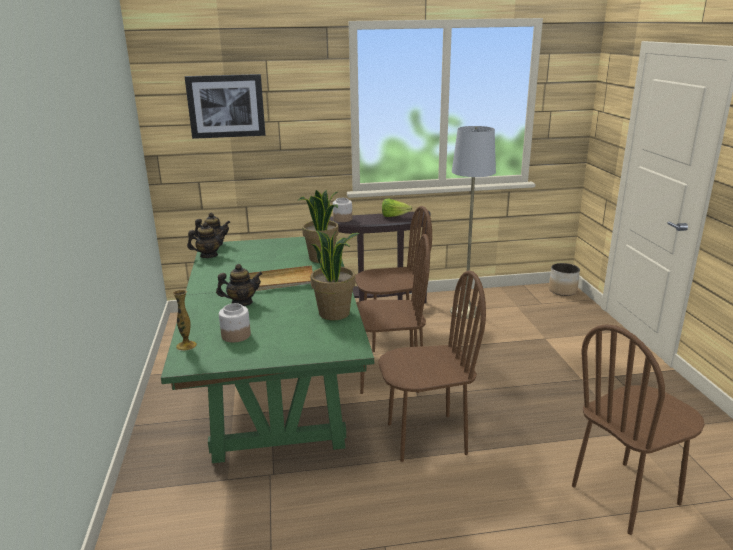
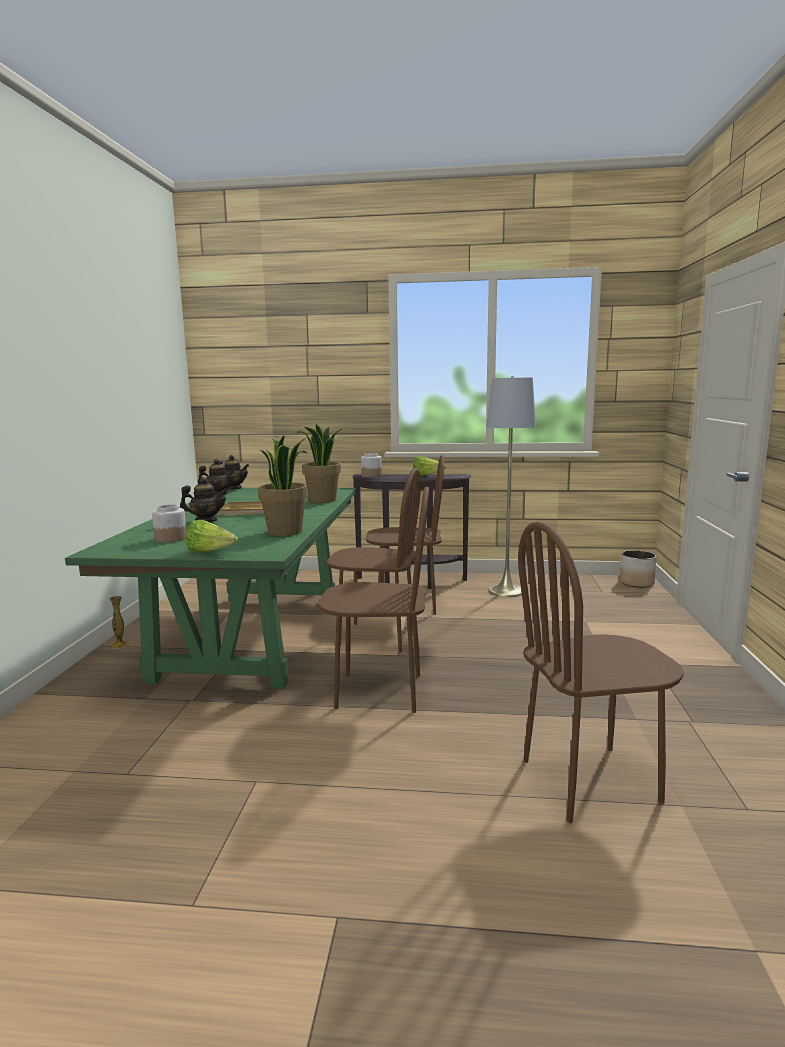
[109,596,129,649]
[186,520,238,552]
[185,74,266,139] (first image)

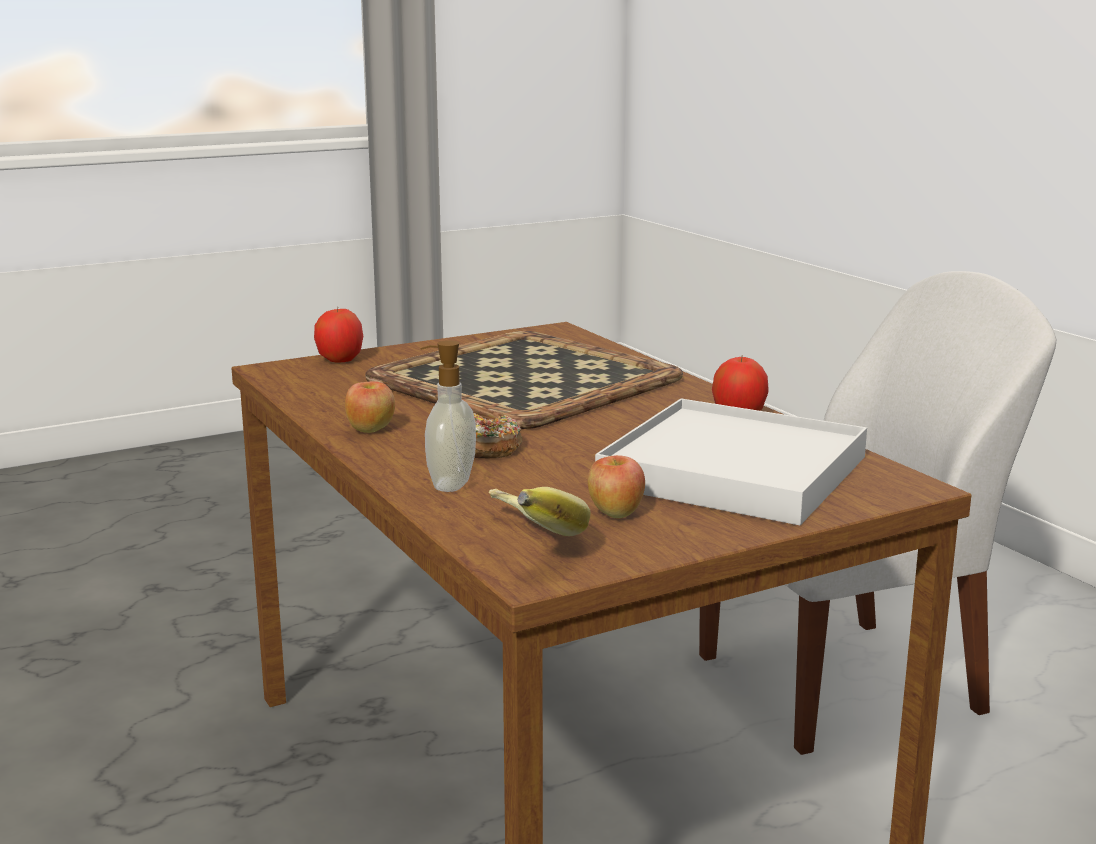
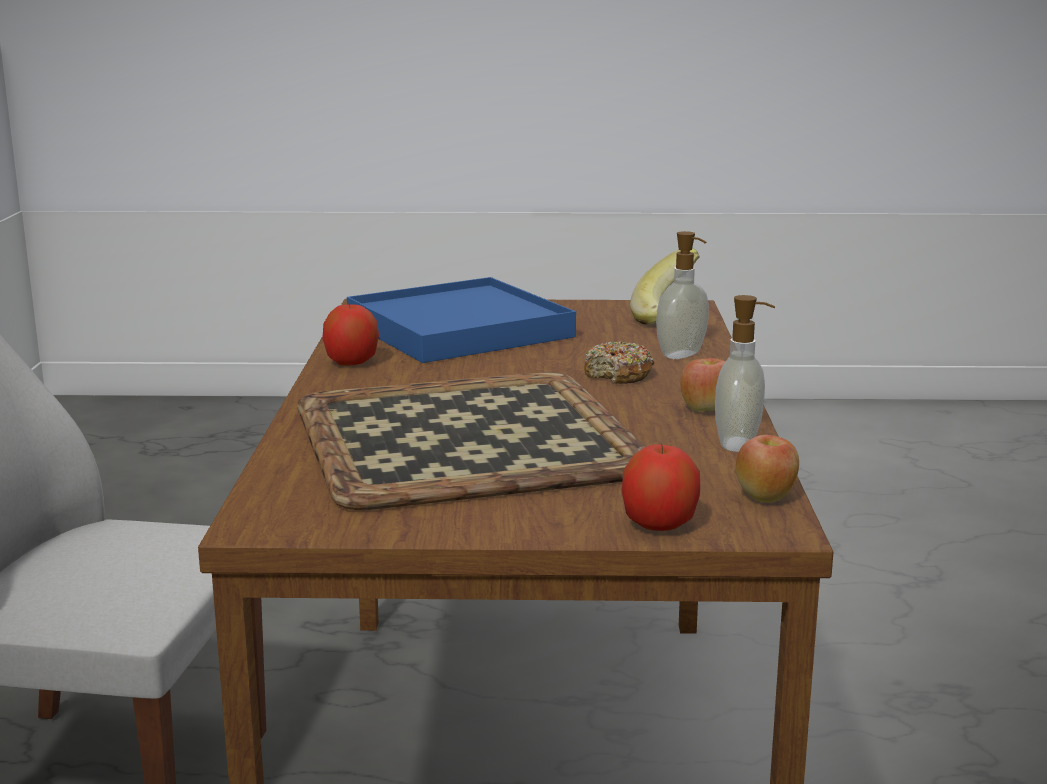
[347,277,576,363]
[715,295,775,452]
[736,435,799,503]

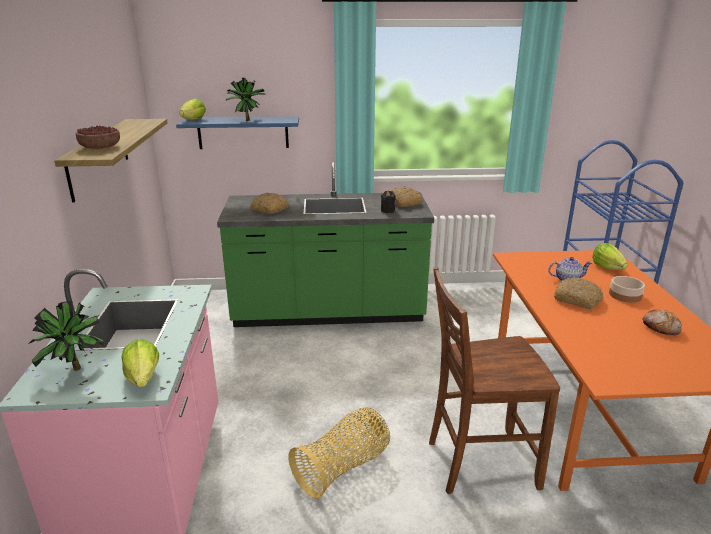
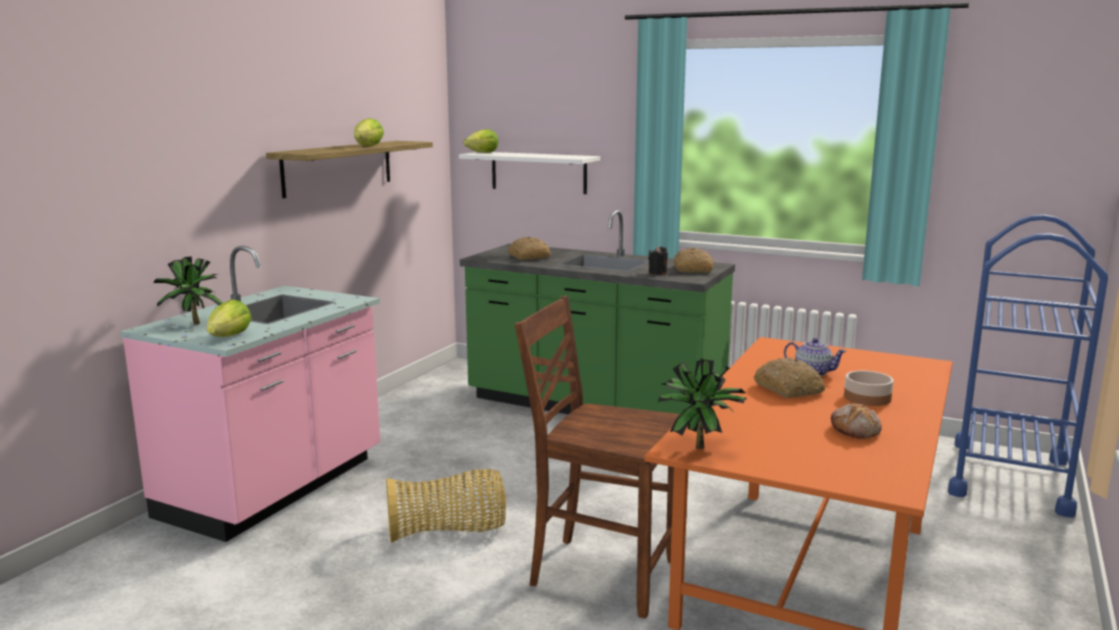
[354,119,384,146]
[459,152,600,194]
[658,358,748,449]
[75,125,120,149] (first image)

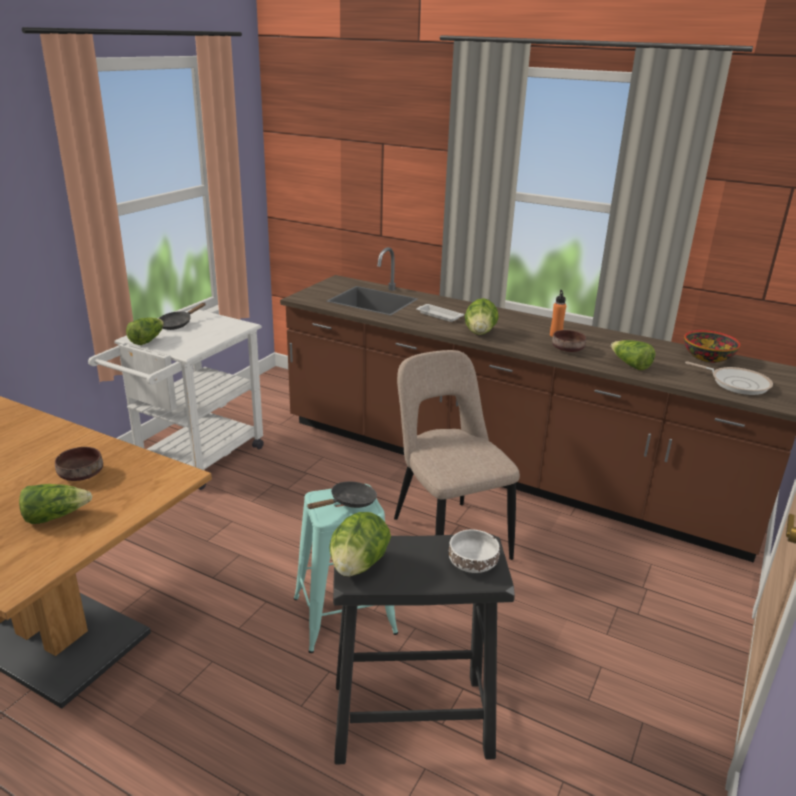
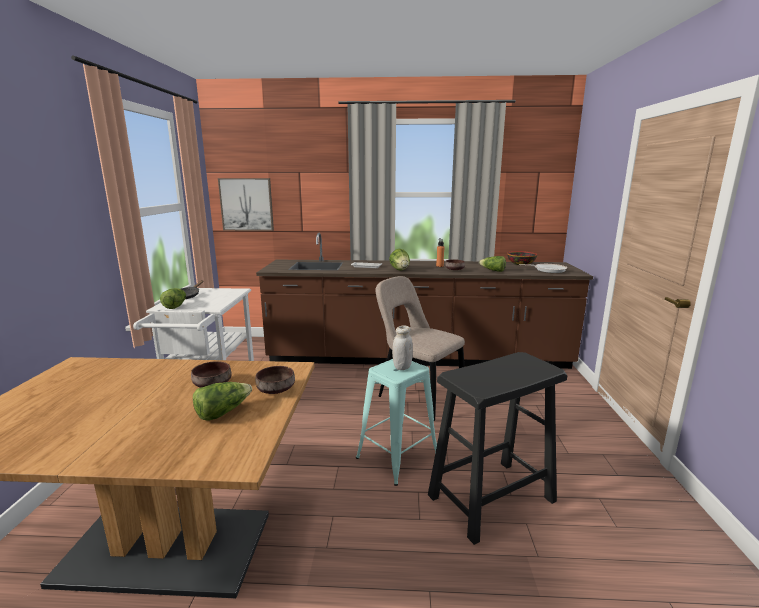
[218,178,274,231]
[255,366,295,394]
[392,326,413,370]
[329,512,391,577] (first image)
[449,530,500,573] (first image)

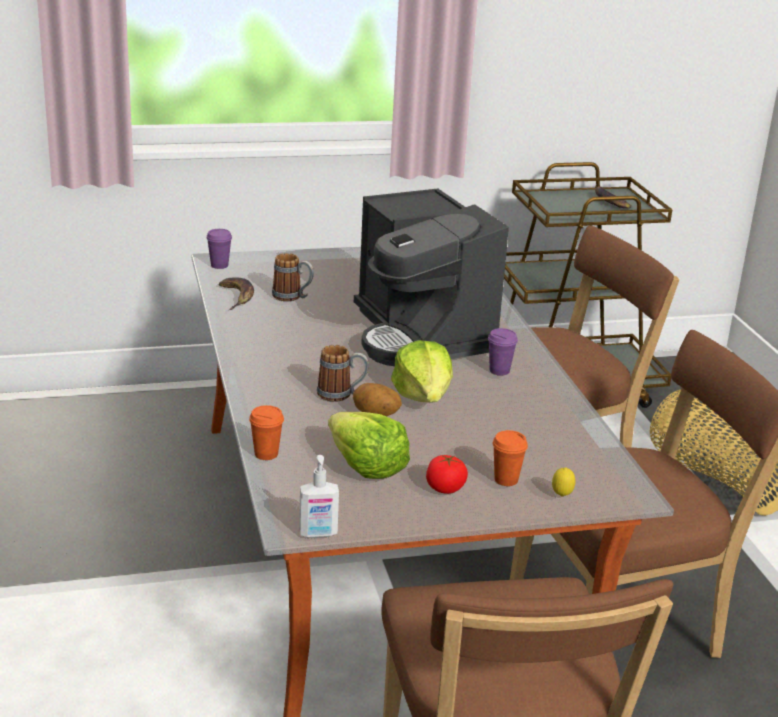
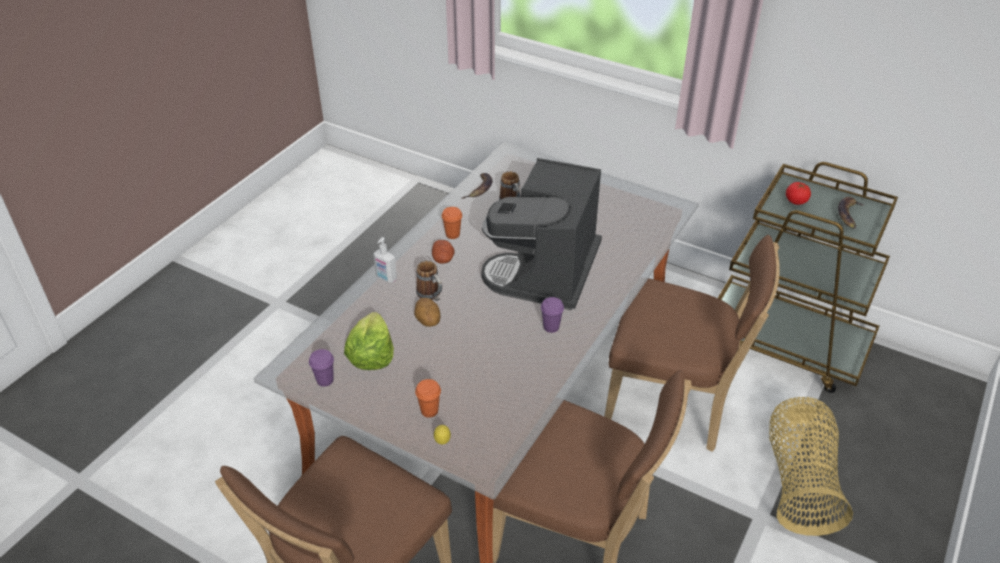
[309,349,334,387]
[373,237,397,283]
[432,240,455,264]
[442,207,462,239]
[786,182,811,205]
[391,340,453,402] (first image)

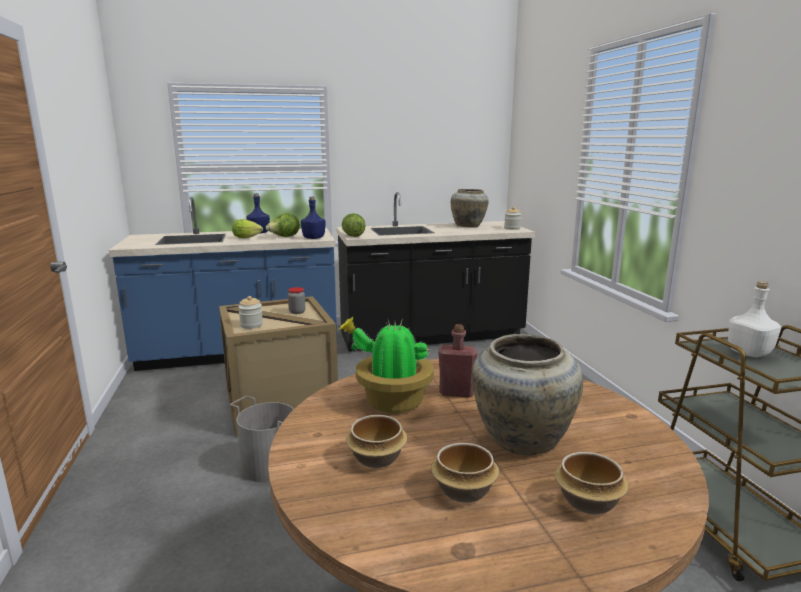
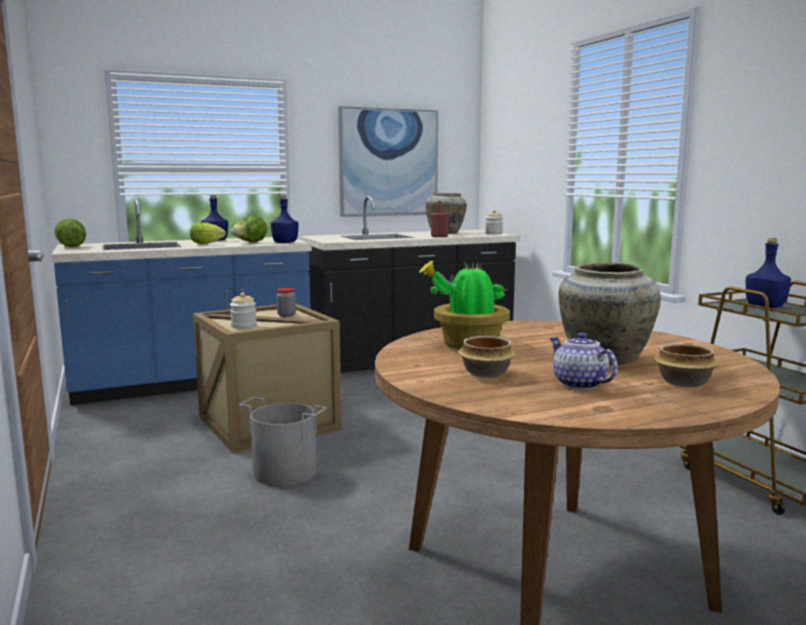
[55,218,86,247]
[338,106,438,217]
[430,201,449,237]
[550,332,618,390]
[746,238,791,308]

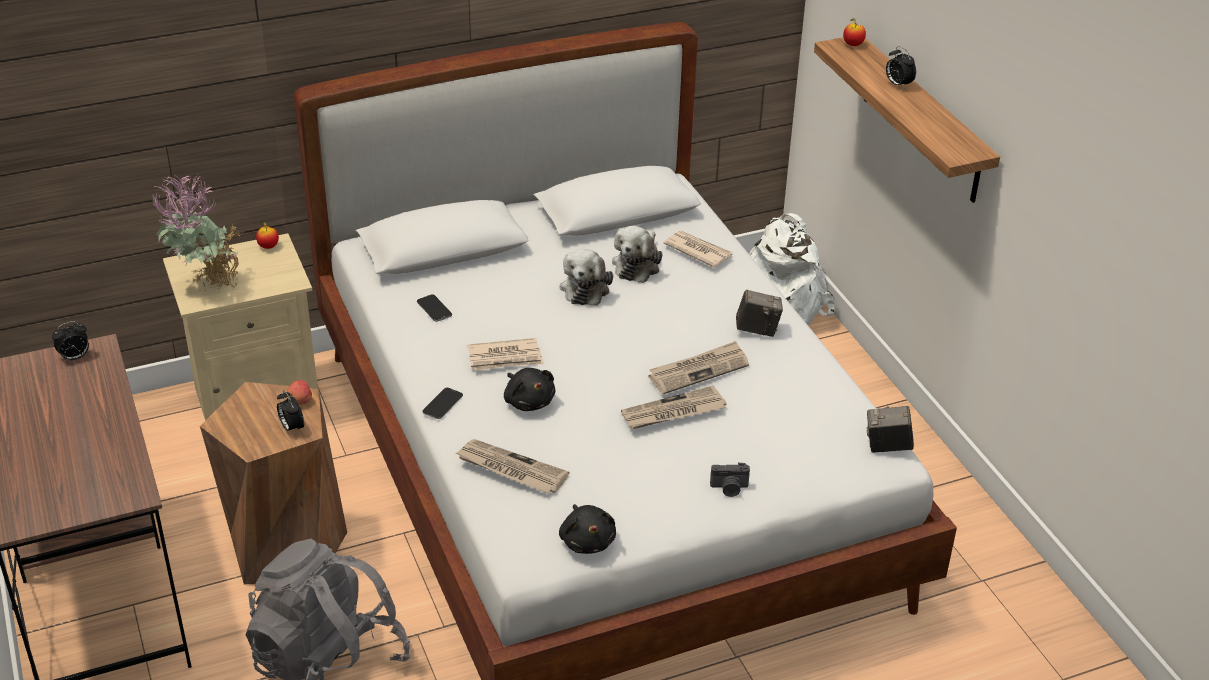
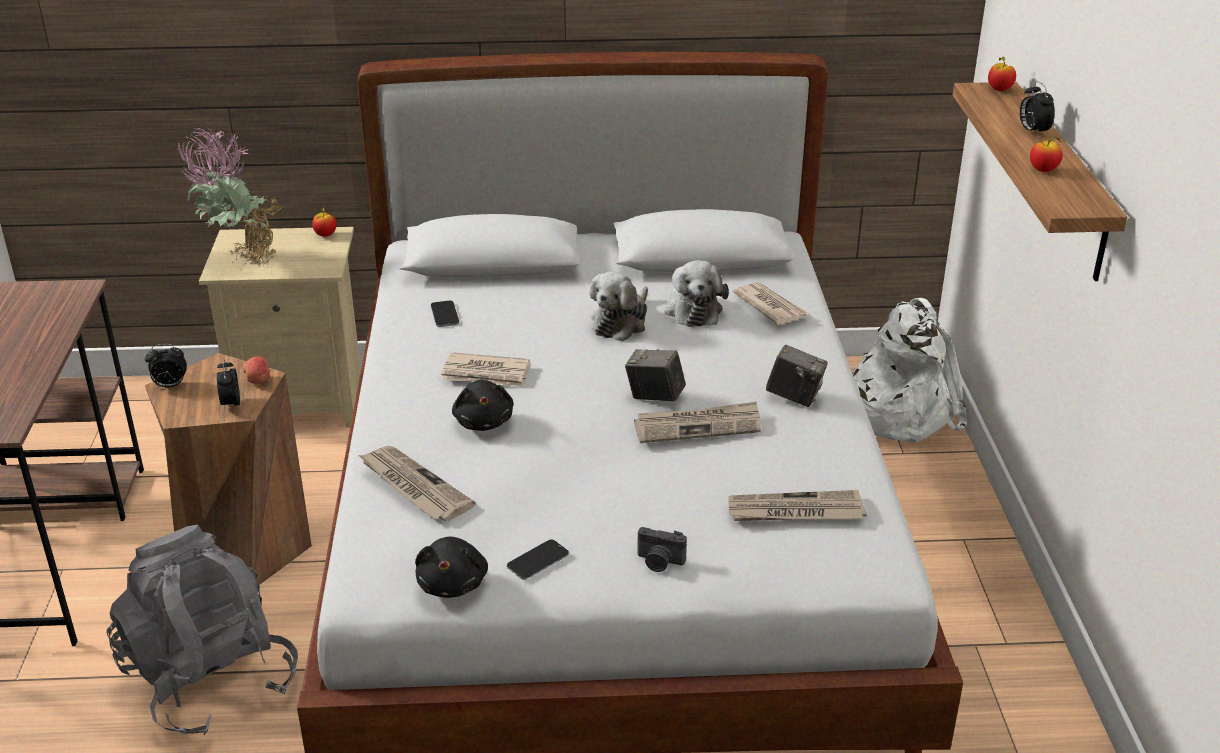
[145,344,187,388]
[507,540,569,580]
[625,349,686,402]
[665,260,729,327]
[728,490,867,521]
[1030,137,1063,172]

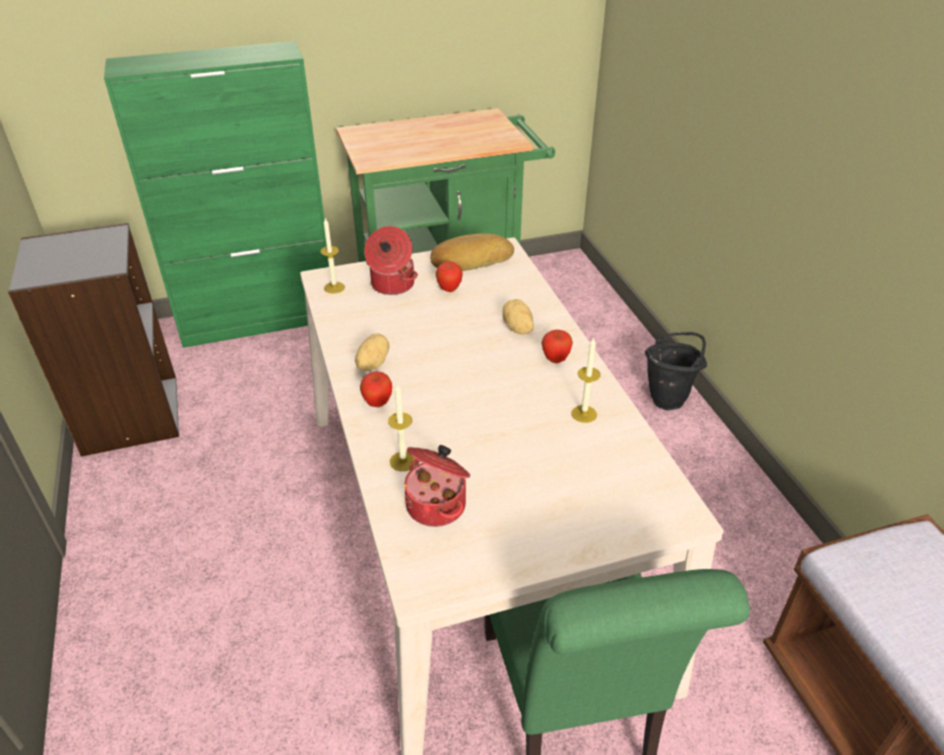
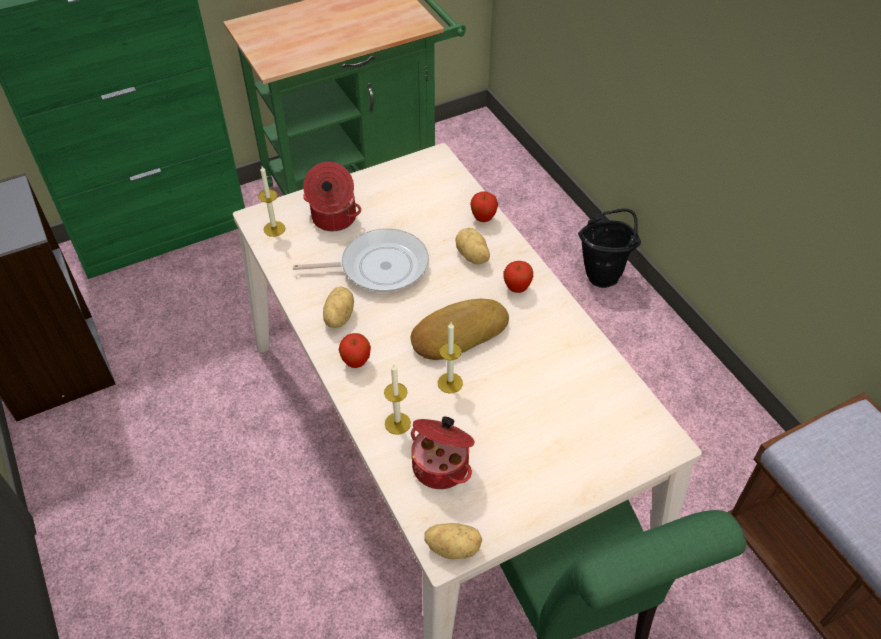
[293,229,429,292]
[411,299,509,360]
[424,523,482,559]
[438,323,463,393]
[470,191,498,222]

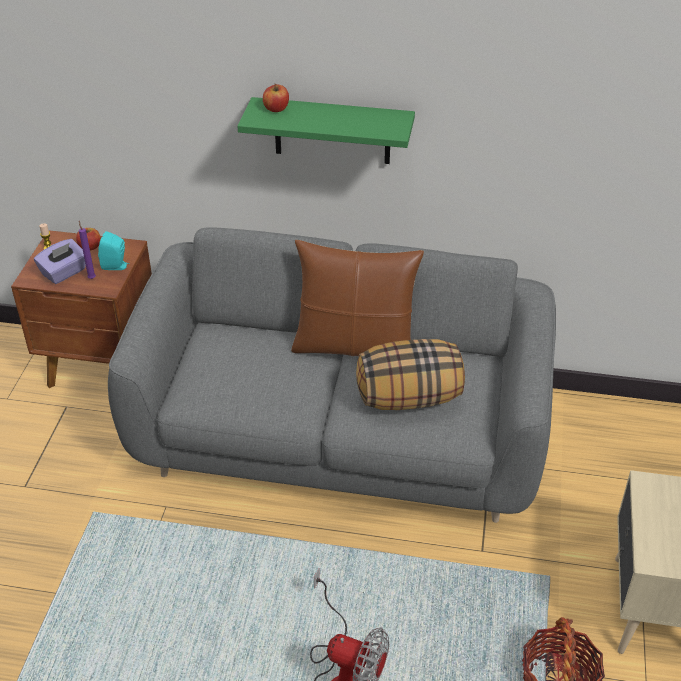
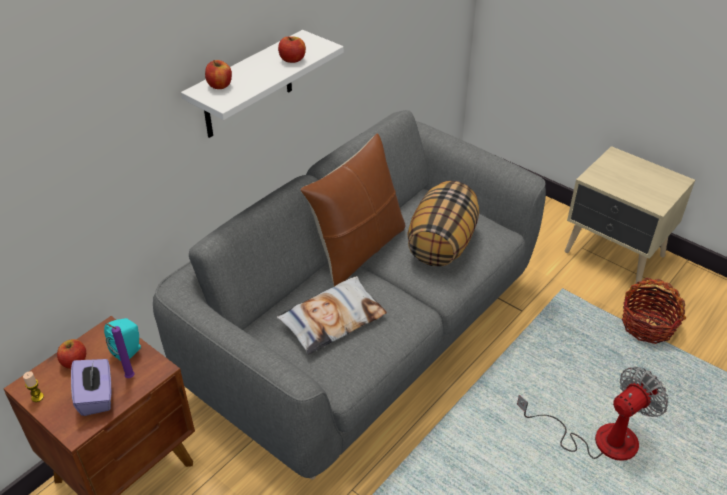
[181,30,344,138]
[277,276,387,354]
[278,36,306,63]

